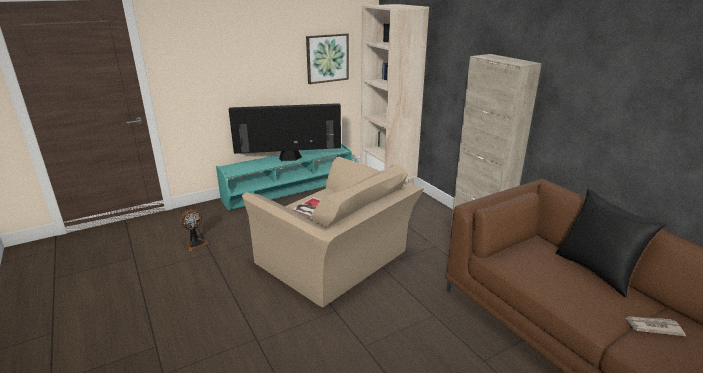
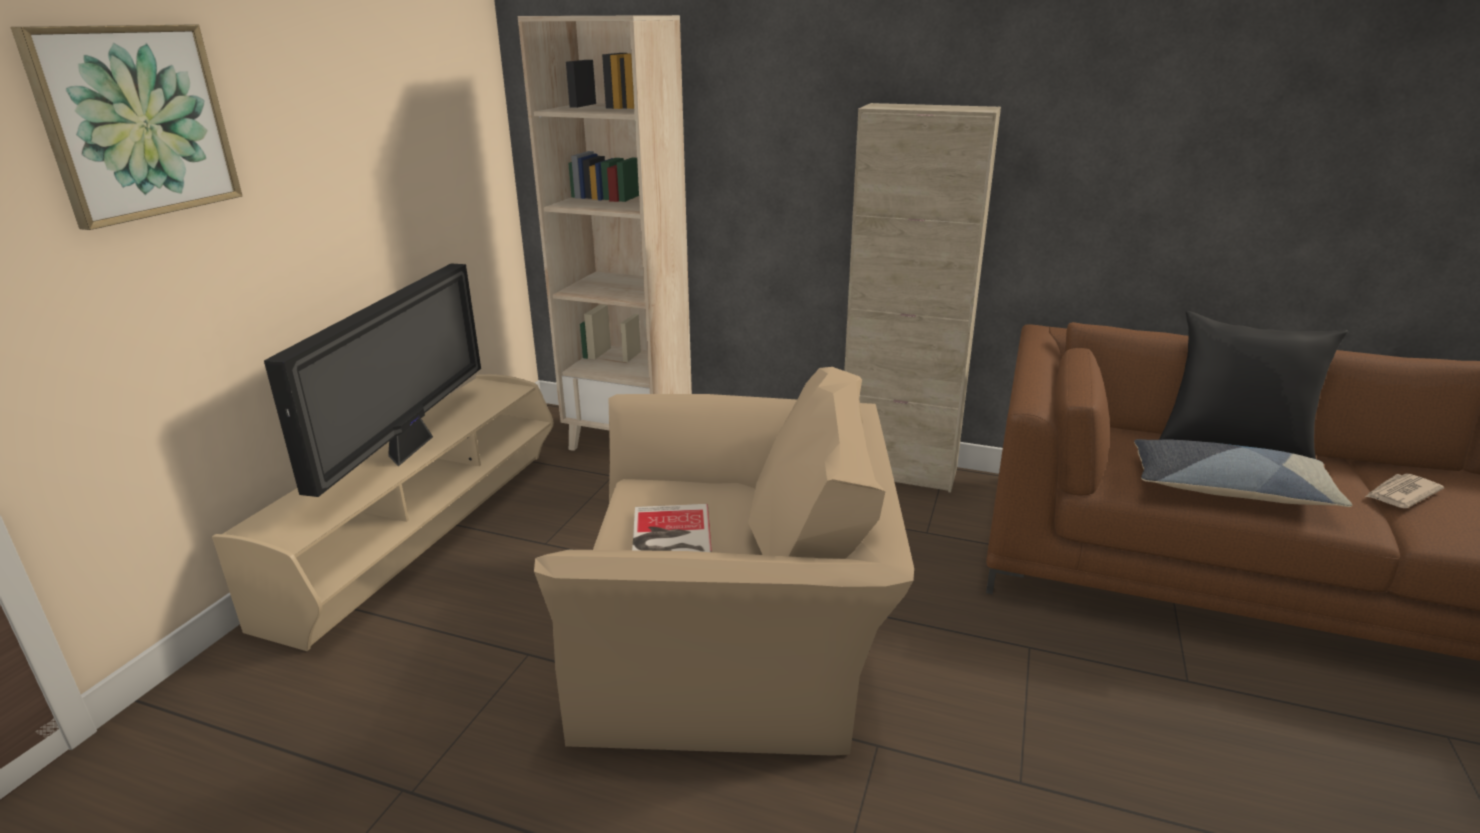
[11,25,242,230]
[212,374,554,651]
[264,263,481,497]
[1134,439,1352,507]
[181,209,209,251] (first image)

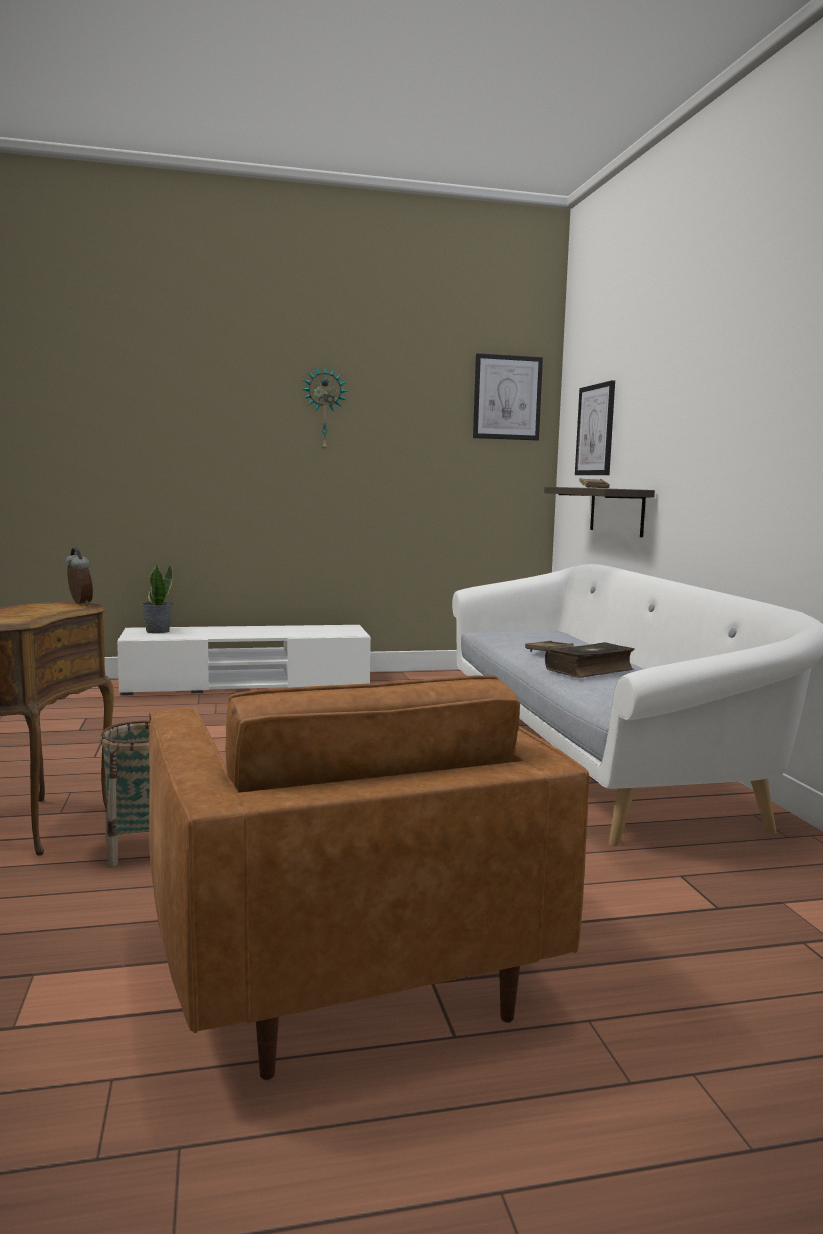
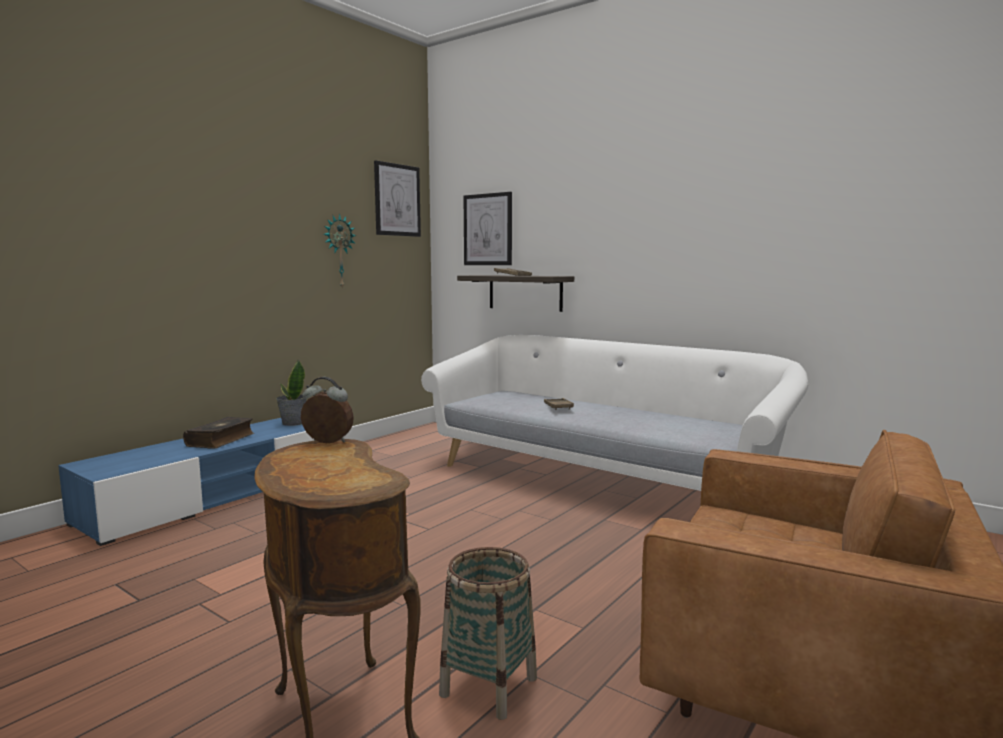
[58,418,344,546]
[183,417,254,449]
[276,360,307,426]
[324,214,356,289]

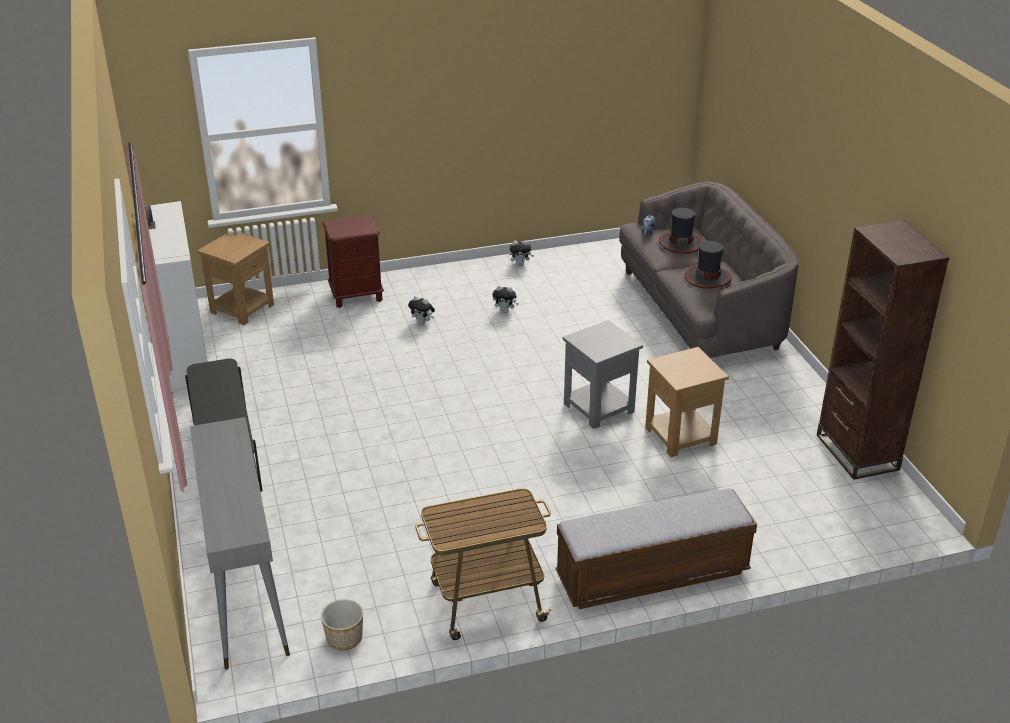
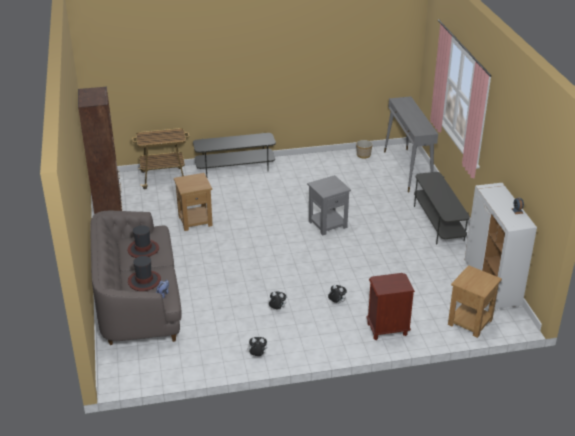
[132,128,189,189]
[193,133,276,177]
[307,175,351,235]

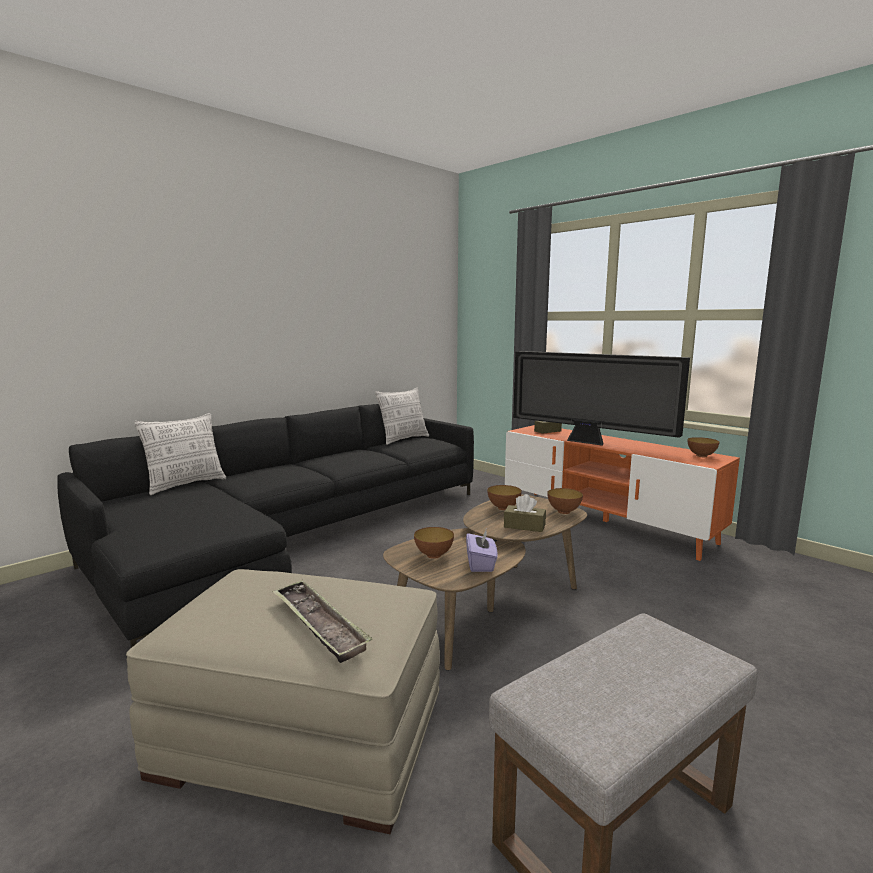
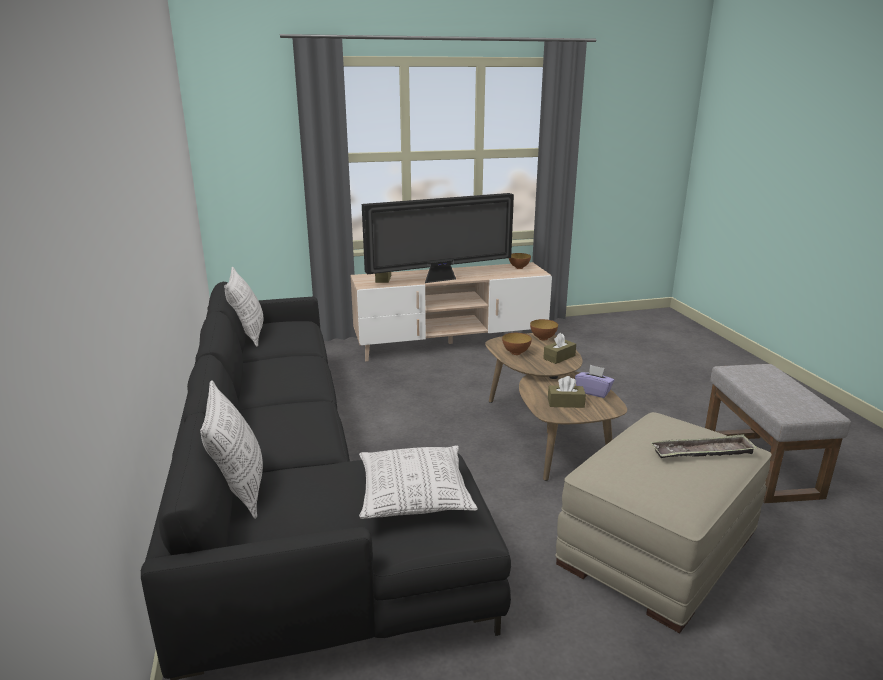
[350,262,552,362]
[359,445,478,519]
[548,376,586,408]

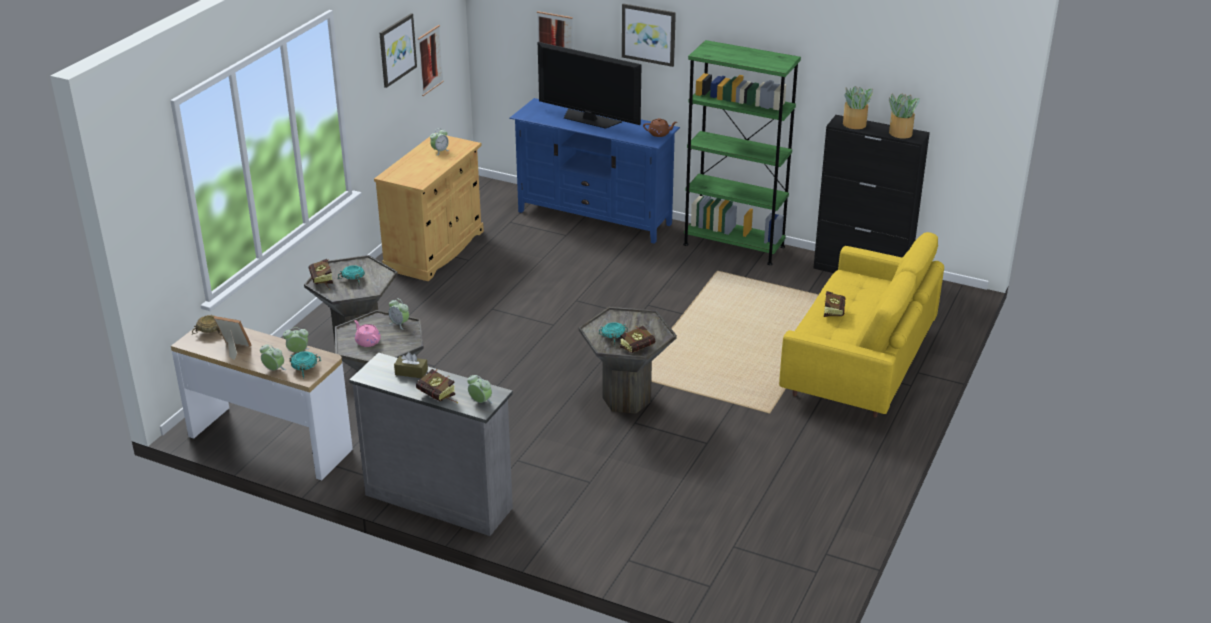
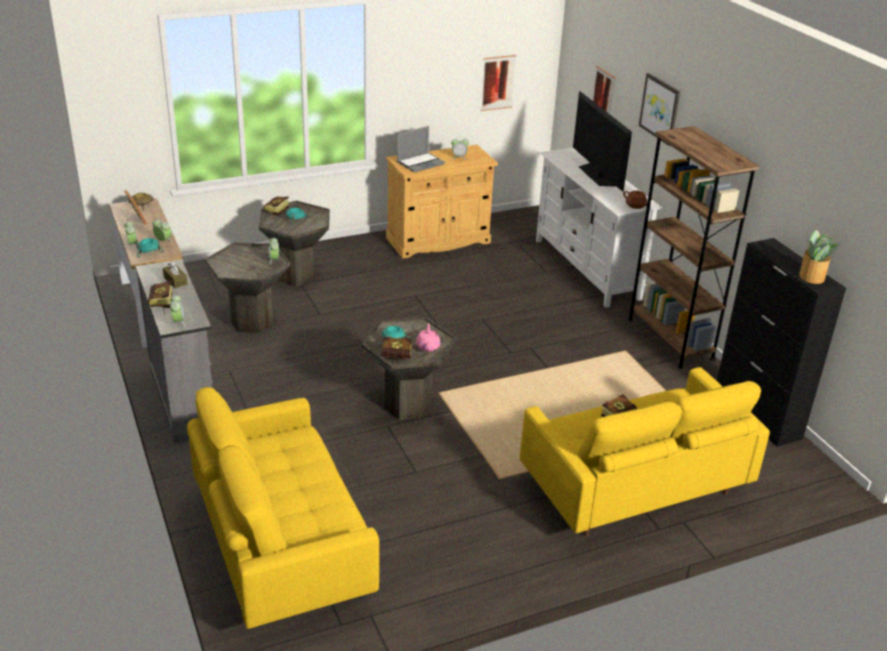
[187,387,379,629]
[397,126,445,173]
[416,323,440,352]
[536,148,663,308]
[628,126,759,369]
[380,13,417,88] (first image)
[843,86,873,129] (first image)

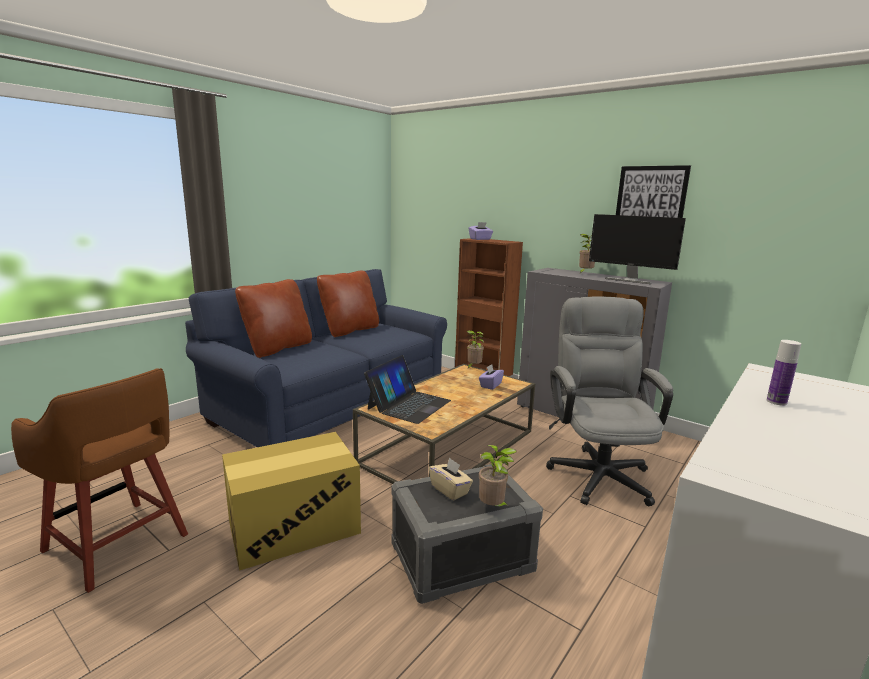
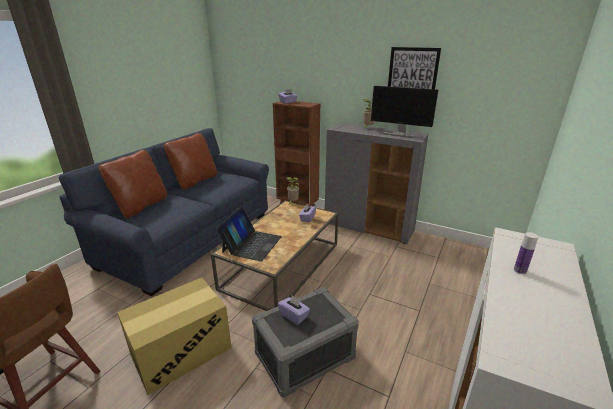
[278,295,310,325]
[479,445,517,508] (first image)
[546,296,673,506] (first image)

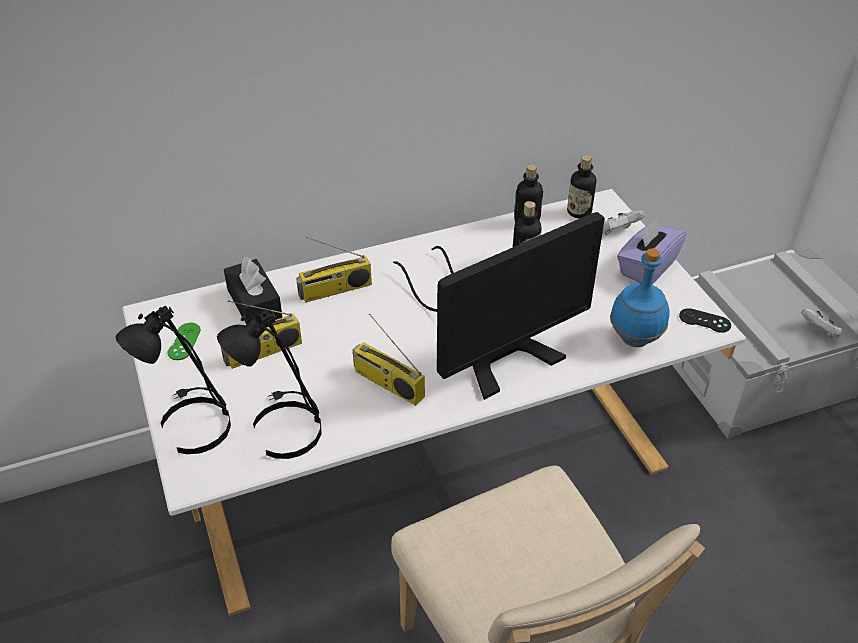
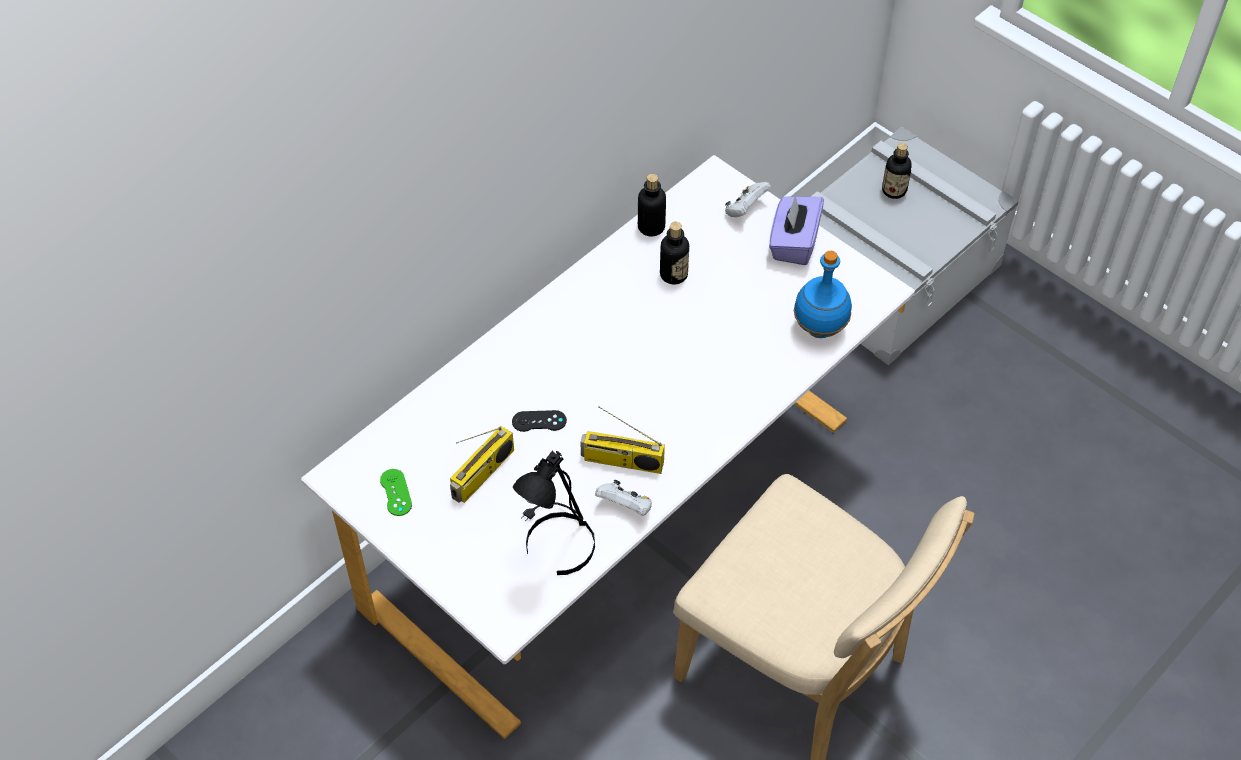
[512,410,567,432]
[595,480,652,516]
[882,143,912,199]
[115,306,231,454] (first image)
[224,256,283,325] (first image)
[296,237,372,302] (first image)
[393,212,605,400] (first image)

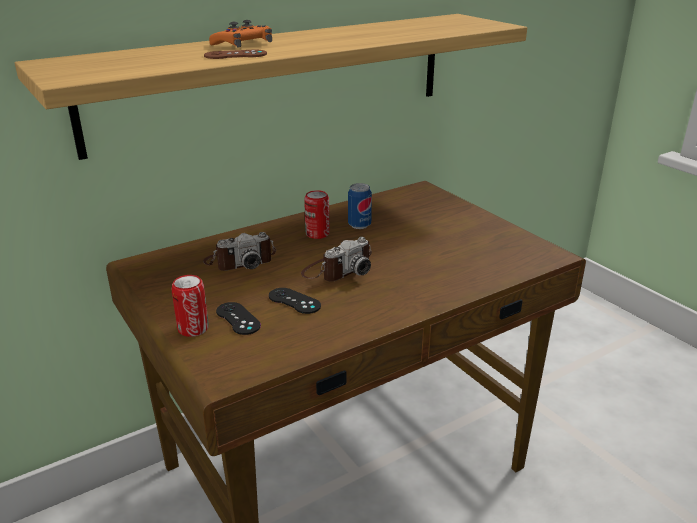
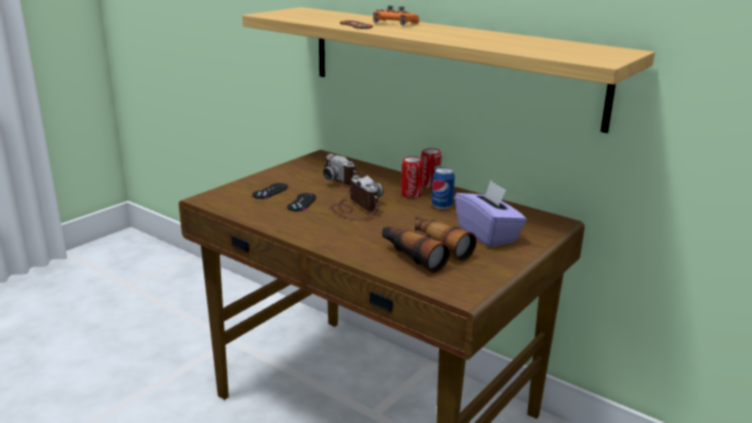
[331,175,384,220]
[382,216,476,273]
[421,148,442,188]
[455,180,527,247]

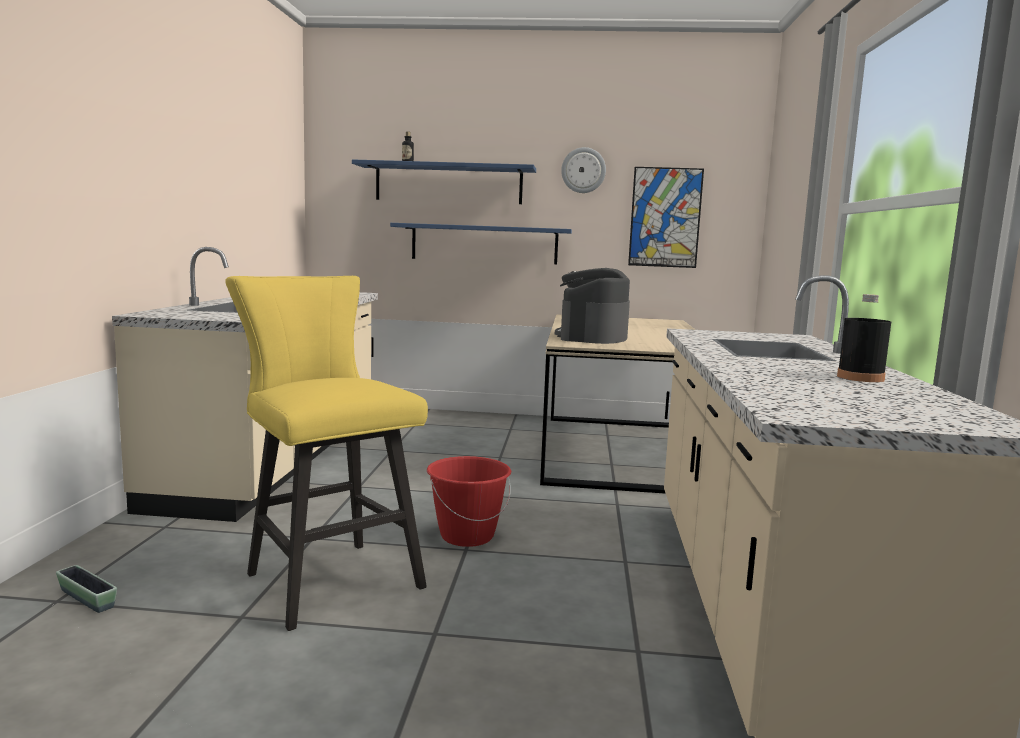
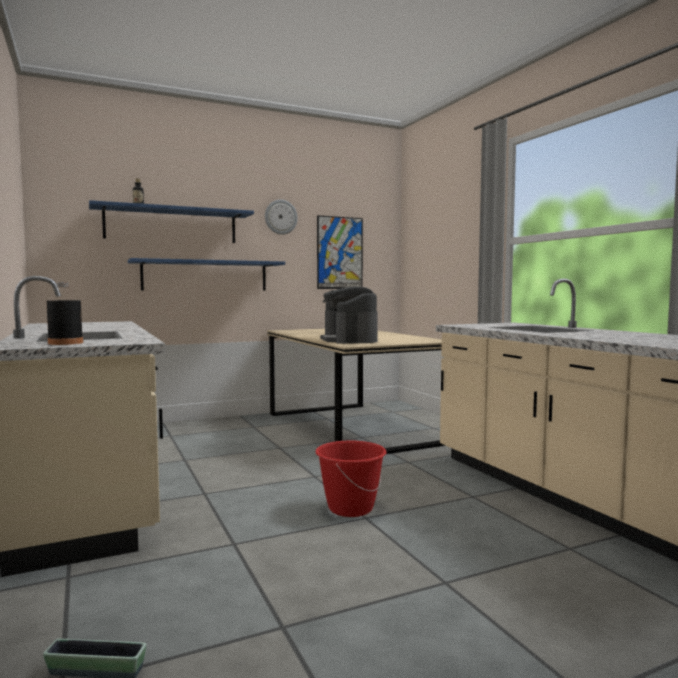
[47,282,83,345]
[226,276,428,631] (first image)

